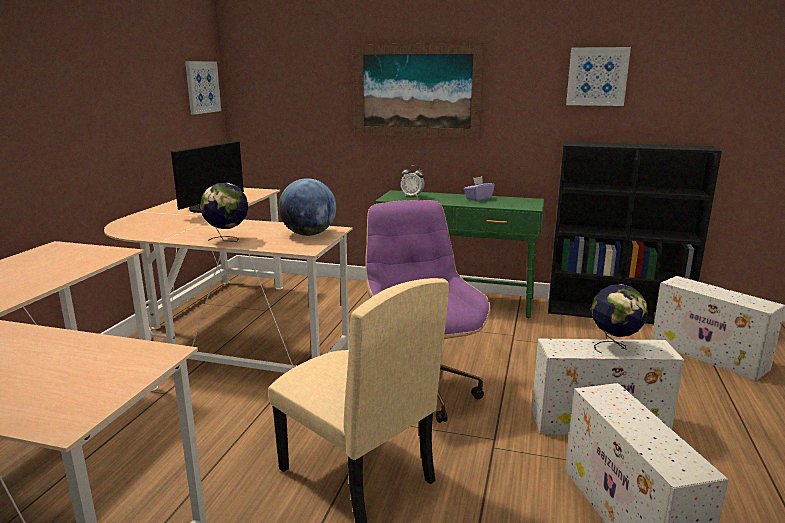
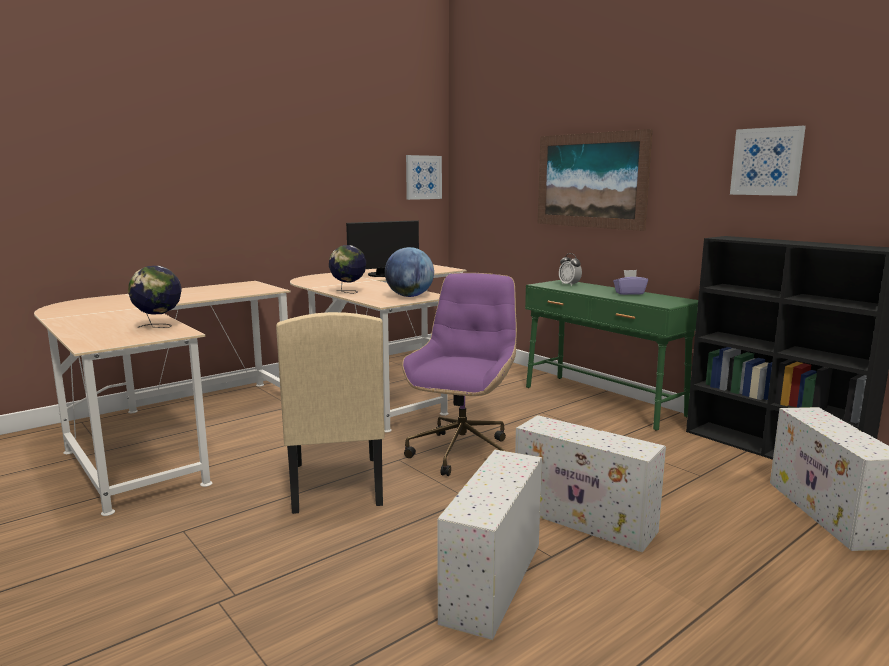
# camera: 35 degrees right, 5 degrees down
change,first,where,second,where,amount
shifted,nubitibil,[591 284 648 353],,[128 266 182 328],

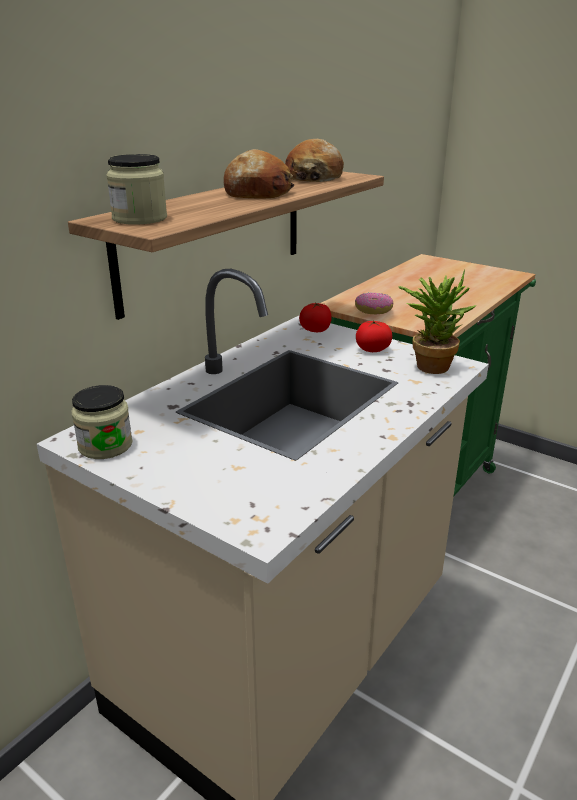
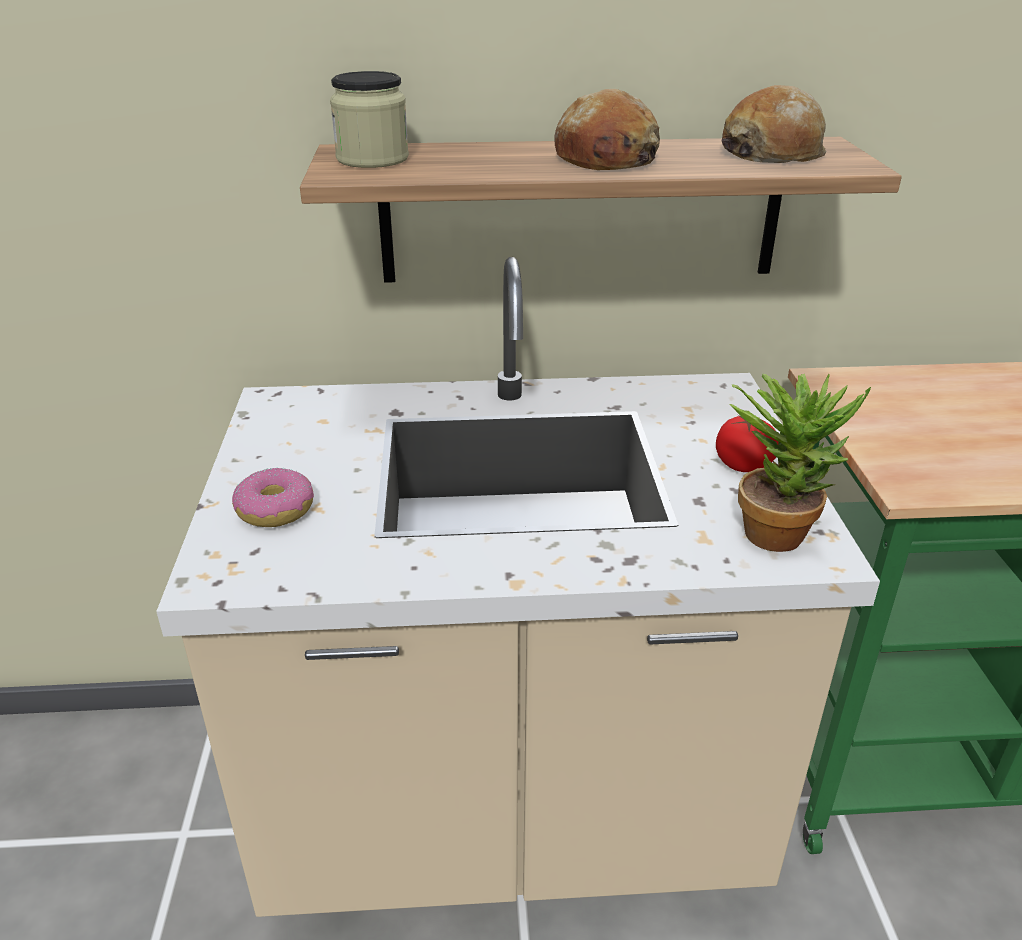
# camera: 50 degrees right, 5 degrees up
change,first,where,second,where,amount
shifted,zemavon,[355 292 393 314],,[232 467 314 527],
gone,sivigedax,[72 385 133 459],,,
gone,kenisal,[299 303 332 332],,,

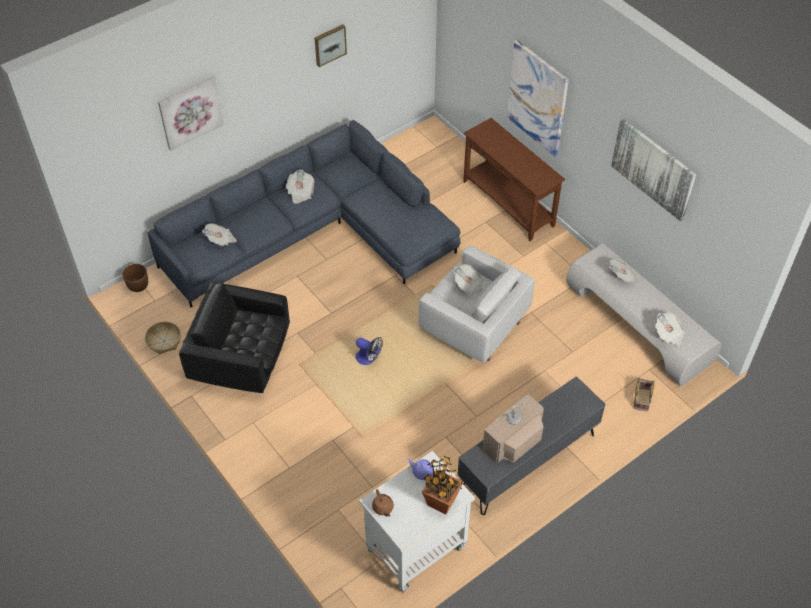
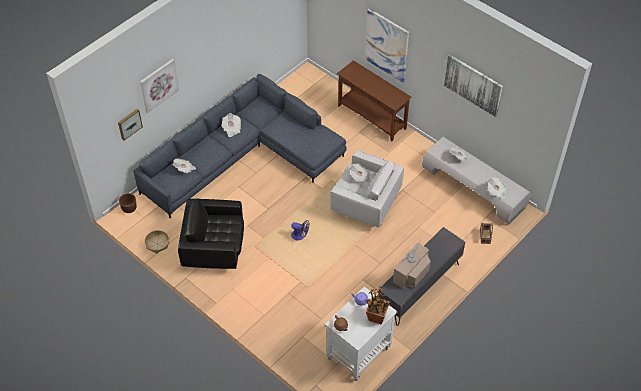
# camera: 10 degrees left, 0 degrees up
change,first,where,second,where,amount
shifted,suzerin,[315 24 347 67],,[118 109 143 140],

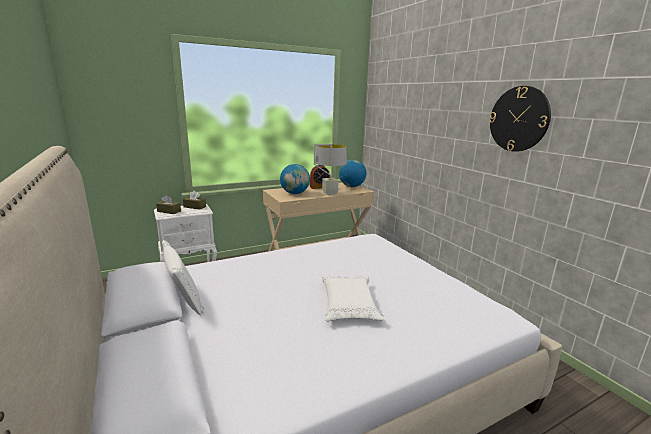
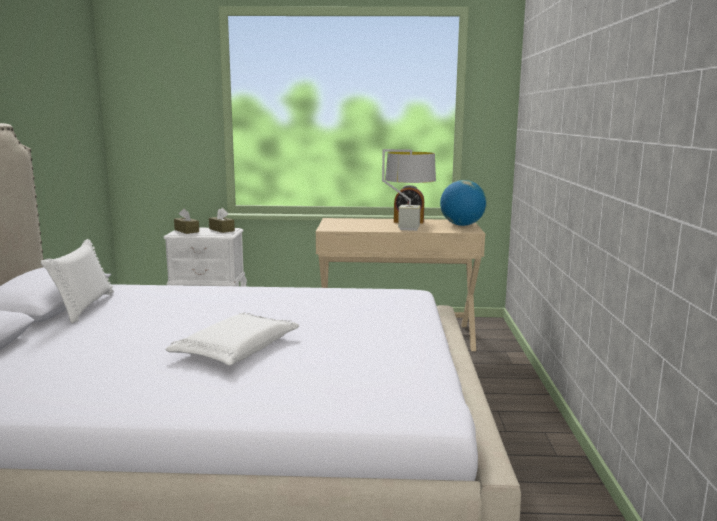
# camera: 30 degrees right, 5 degrees down
change,first,where,second,where,amount
gone,nubitibil,[280 164 310 194],,,
gone,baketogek,[489 86 551 152],,,

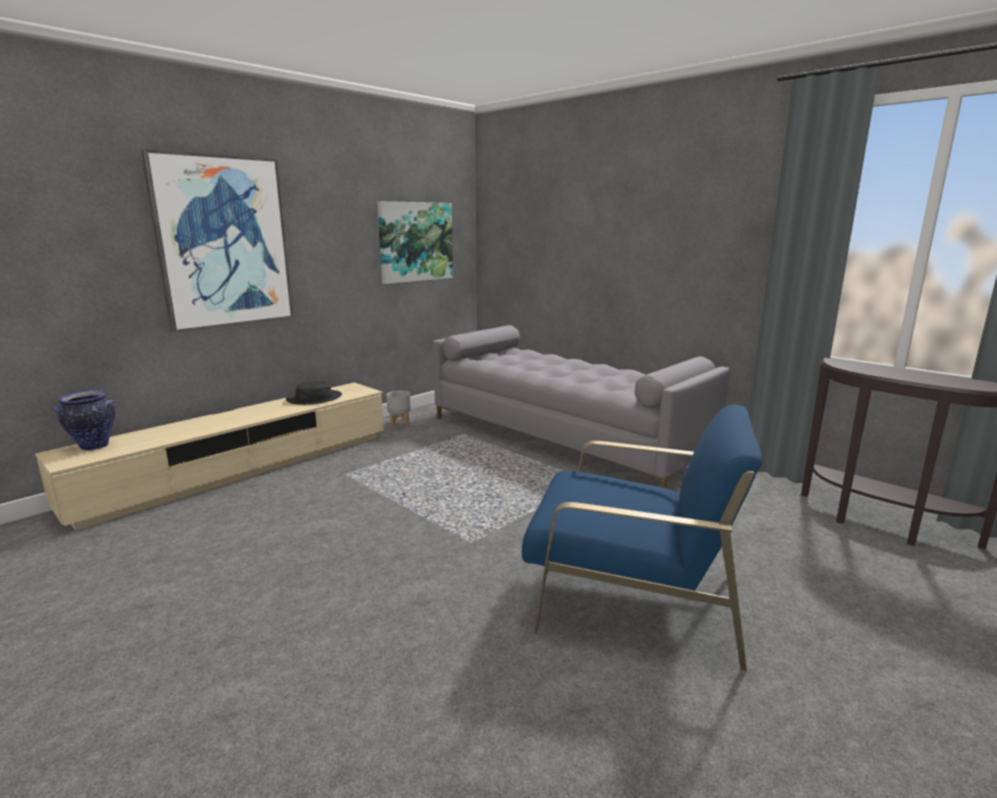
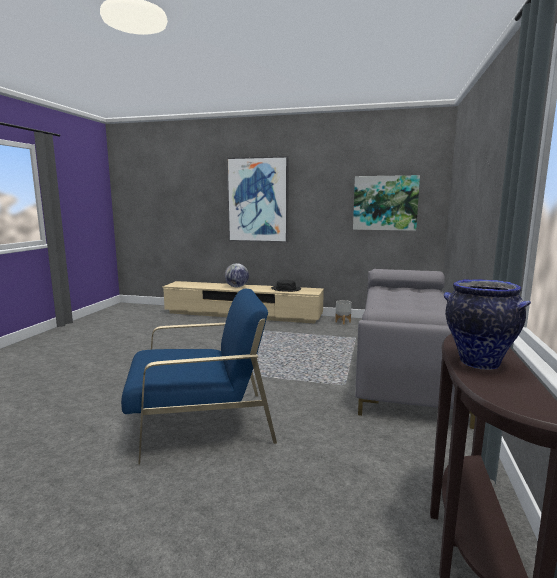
# camera: 60 degrees right, 5 degrees down
change,first,where,second,where,amount
rotated,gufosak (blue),[522 405 762 671],,[121 289 277 465],90 degrees counterclockwise
new,,,nubitibil,[225 263 249 287],
shifted,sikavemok,[53 390 115 450],,[444 279 531 370],

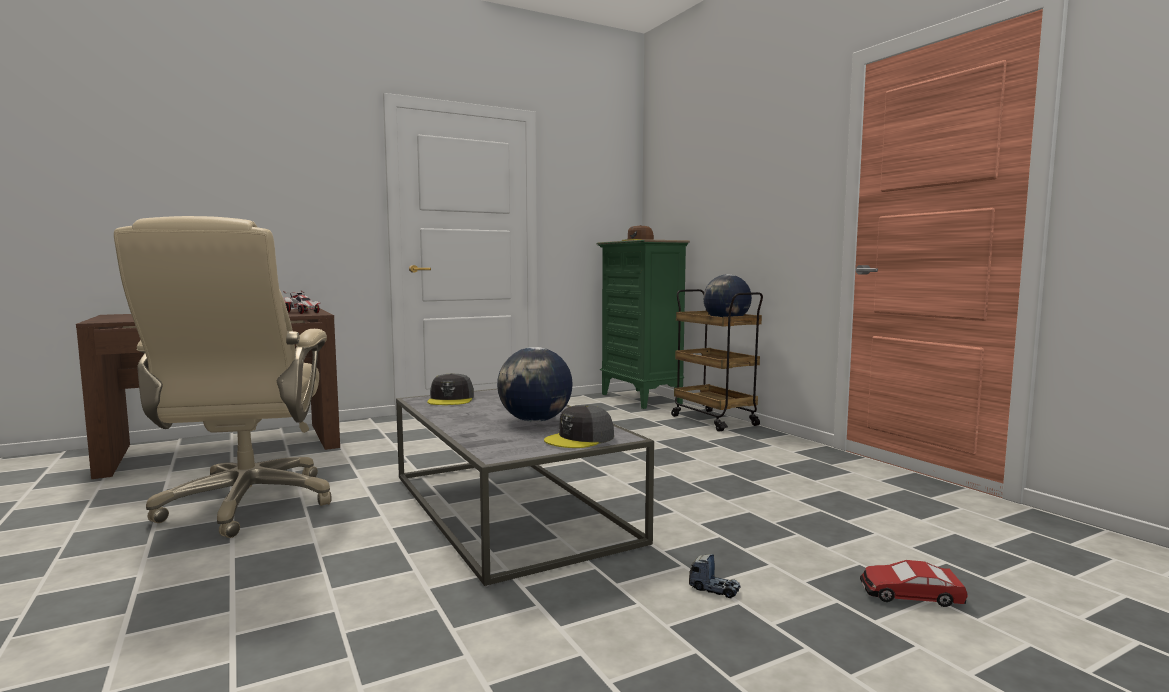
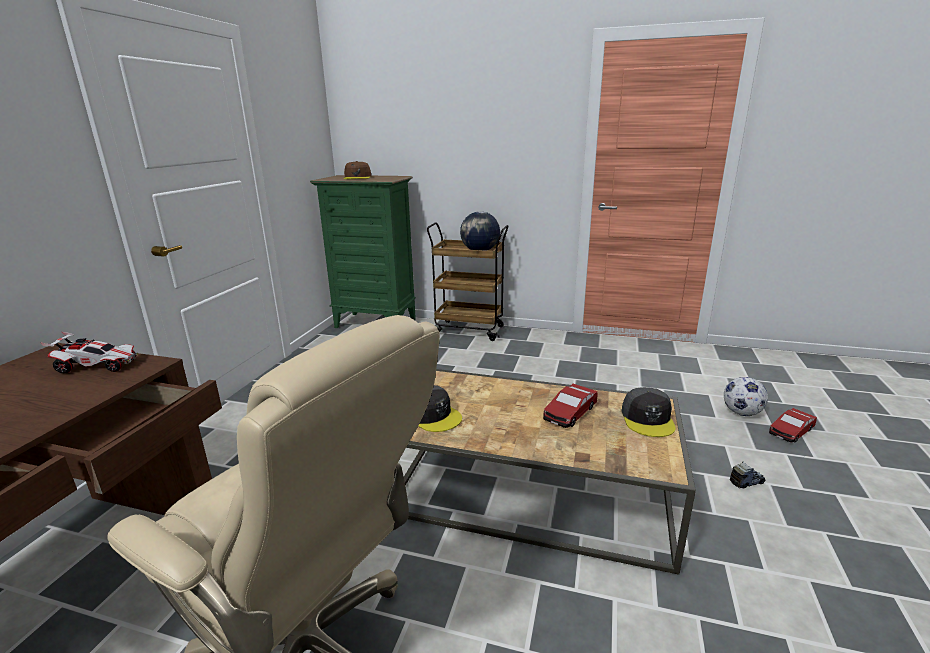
# camera: 45 degrees left, 15 degrees up
change,first,where,second,where,amount
repainted,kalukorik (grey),[396 388 654 587],kalukorik (brown),[404 369 696 575],
swapped,nubitibil,[497 347 573 422],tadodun,[543 384 597 428],
new,,,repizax,[724 377 768 416],

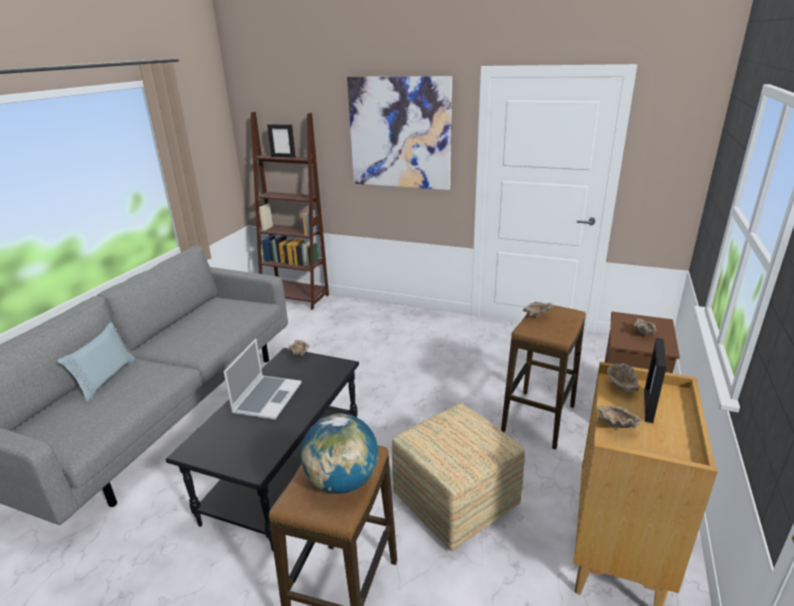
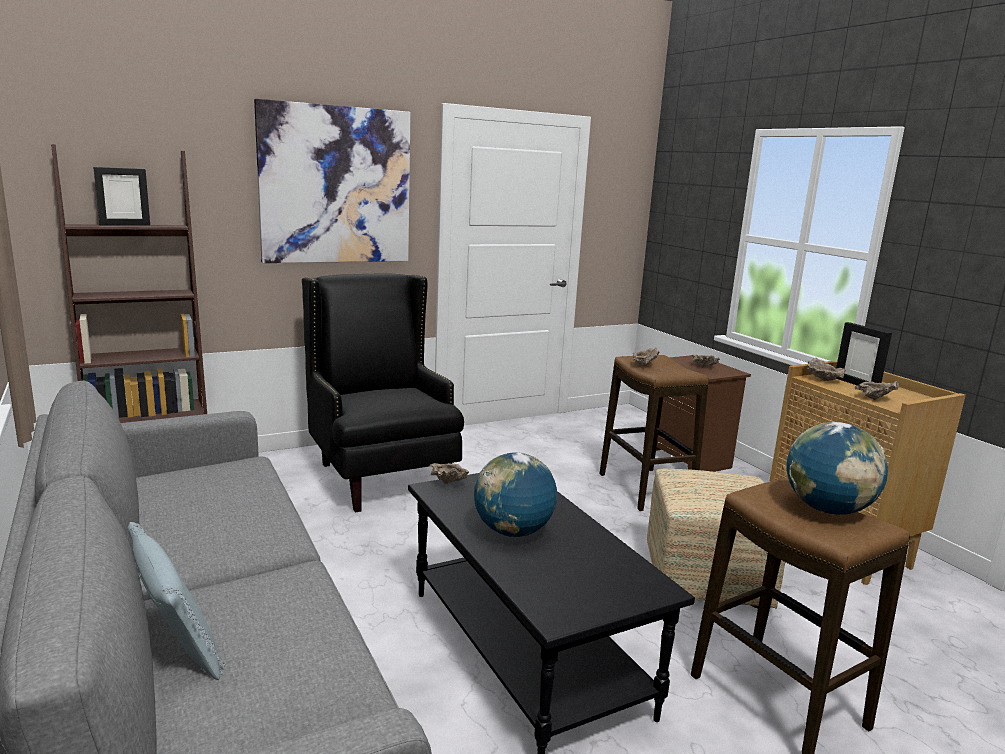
# camera: 50 degrees left, 10 degrees down
change,first,where,second,where,amount
new,,,gufosak (black),[302 273 464 513],
swapped,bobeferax,[223 339 302 420],nubitibil,[474 452 557 537],

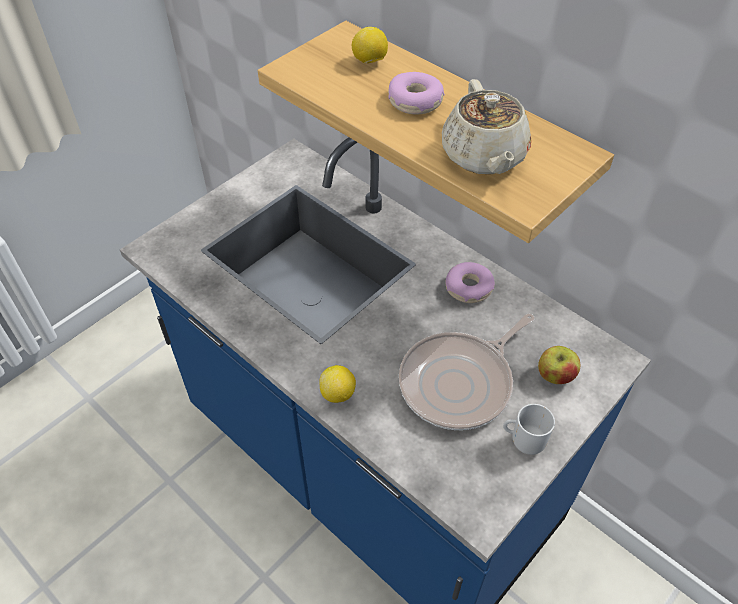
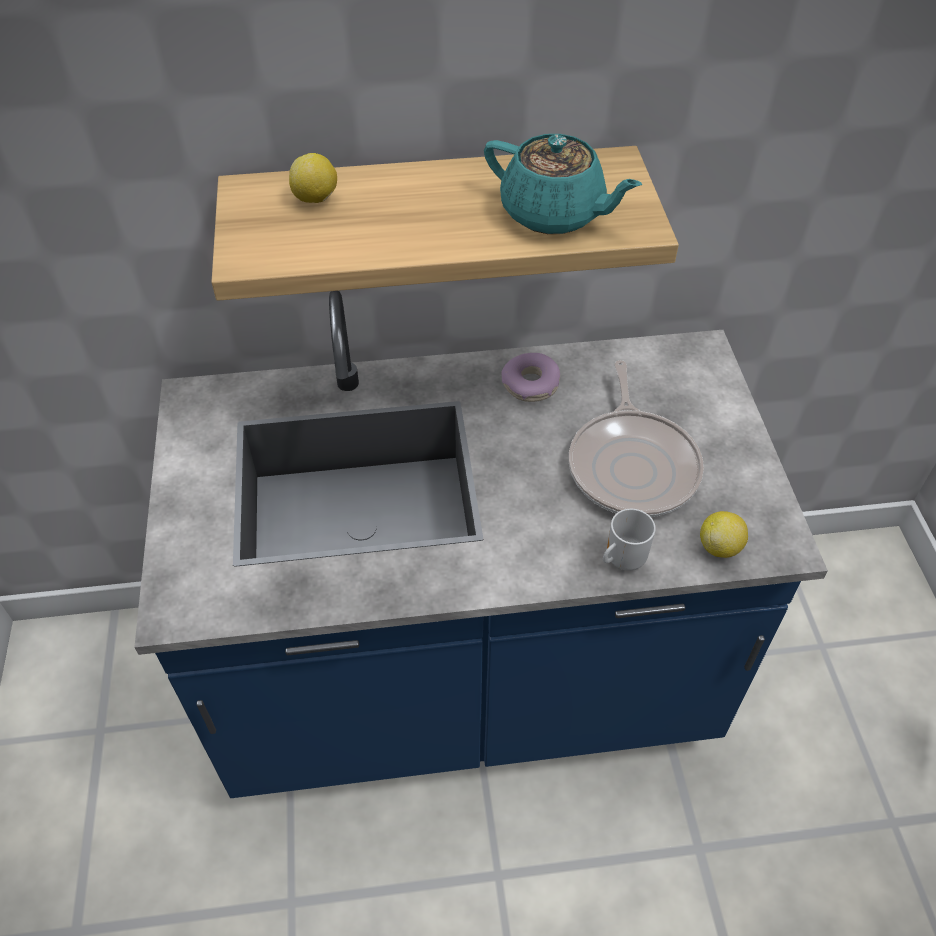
# camera: 50 degrees left, 0 degrees up
change,first,where,second,where,amount
repainted,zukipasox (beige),[442 79 531 174],zukipasox (turquoise),[484 134 642 234],
shifted,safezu,[503 404 555 455],,[603 509 656 571],
shifted,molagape,[319 365 356 403],,[700 511 748 558],
gone,zemavon,[388 72 445 115],,,
gone,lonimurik,[538 346 581 384],,,

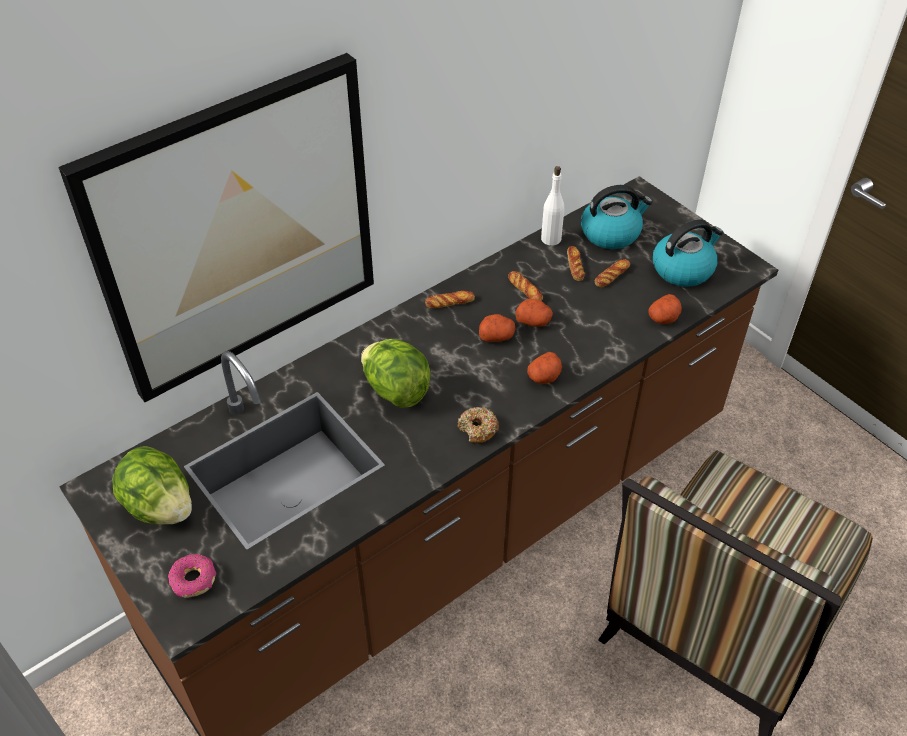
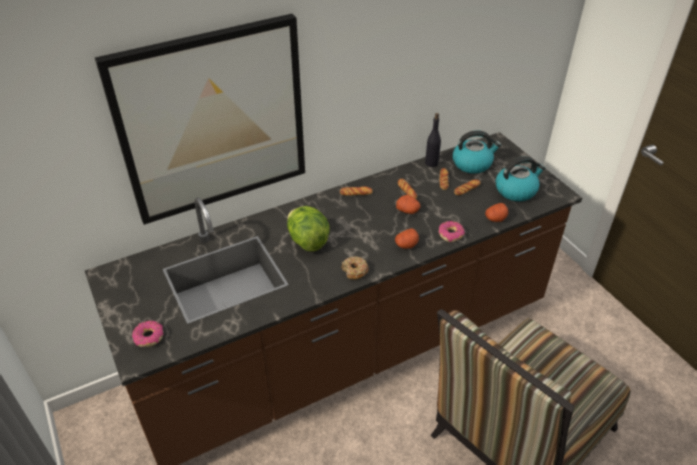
# camera: 10 degrees right, 5 degrees down
change,first,where,second,where,amount
repainted,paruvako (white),[541 166 564 246],paruvako (black),[425 113 441 167],
new,,,zemavon,[439 221 465 242],
gone,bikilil,[112 446 192 525],,,
gone,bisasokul,[479 314 516 342],,,

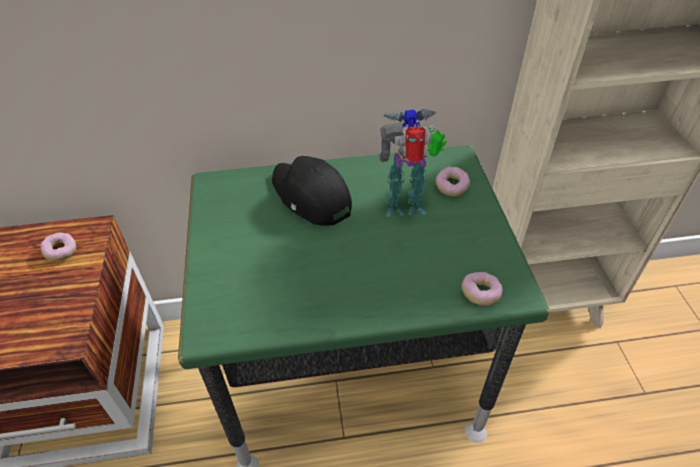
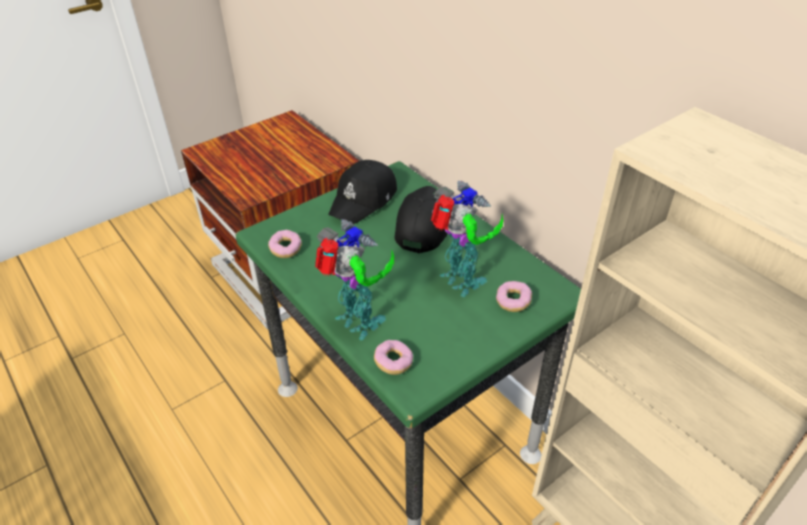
# camera: 60 degrees right, 5 degrees down
change,first,where,second,where,amount
shifted,zemavon,[41 232 76 261],,[268 230 302 258],
new,,,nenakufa,[315 219 394 340],
new,,,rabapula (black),[328 160 397 224],

